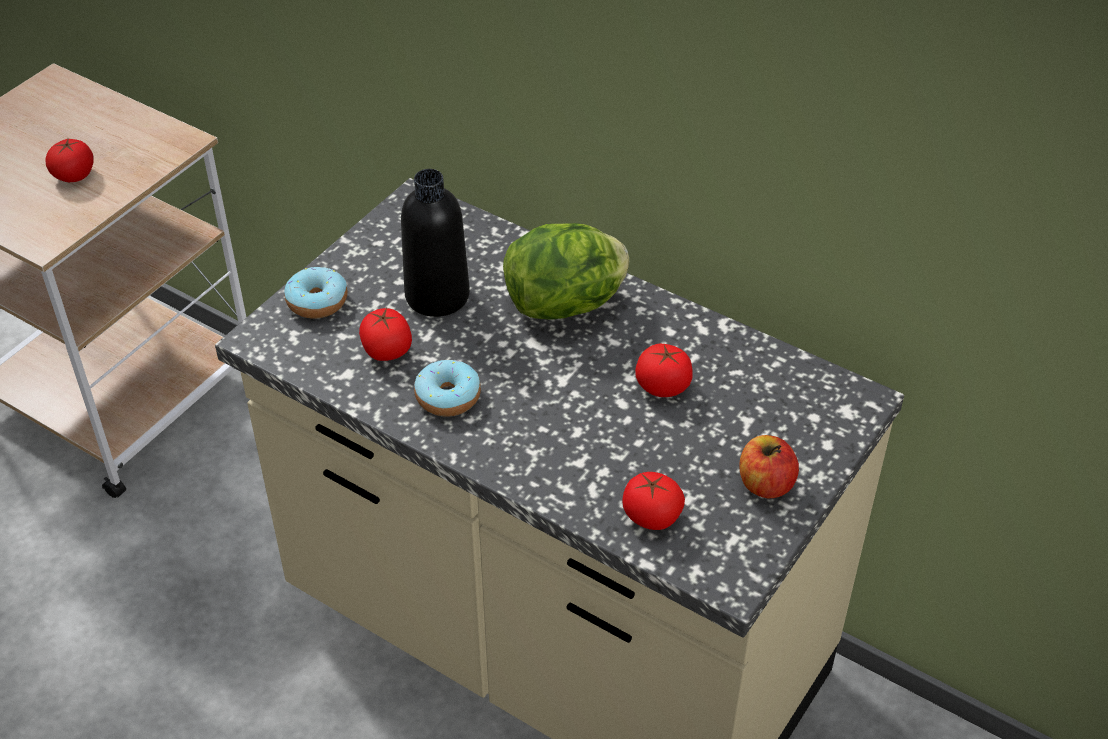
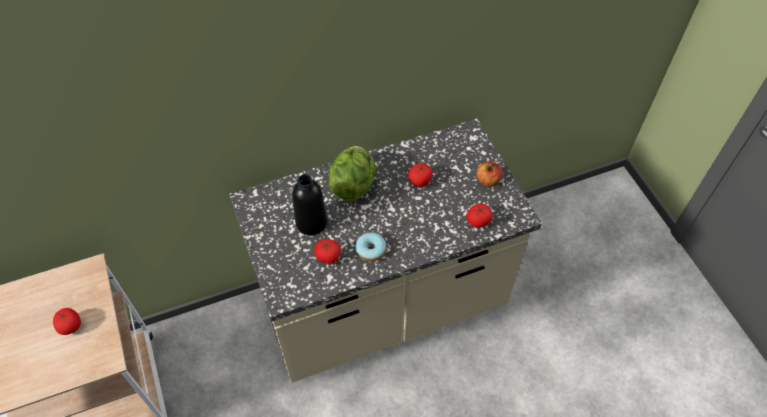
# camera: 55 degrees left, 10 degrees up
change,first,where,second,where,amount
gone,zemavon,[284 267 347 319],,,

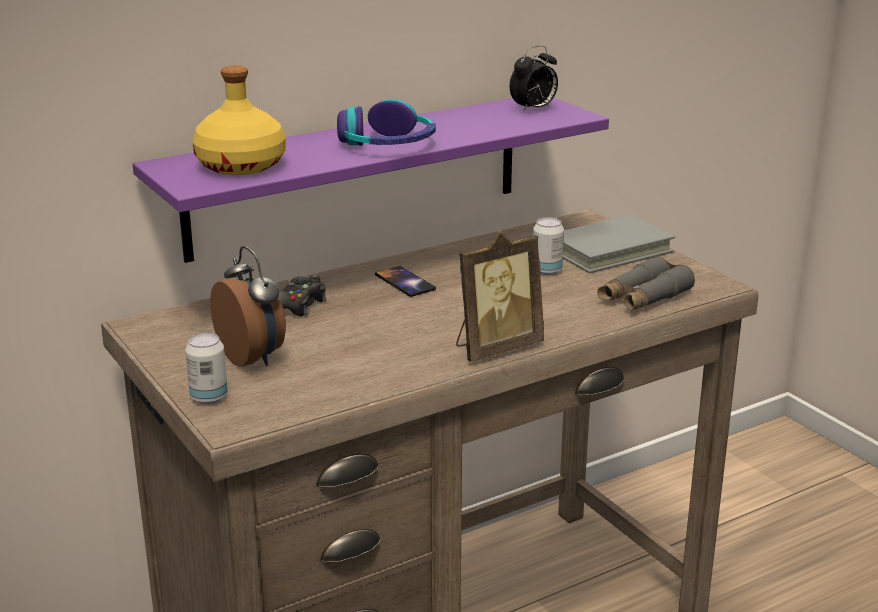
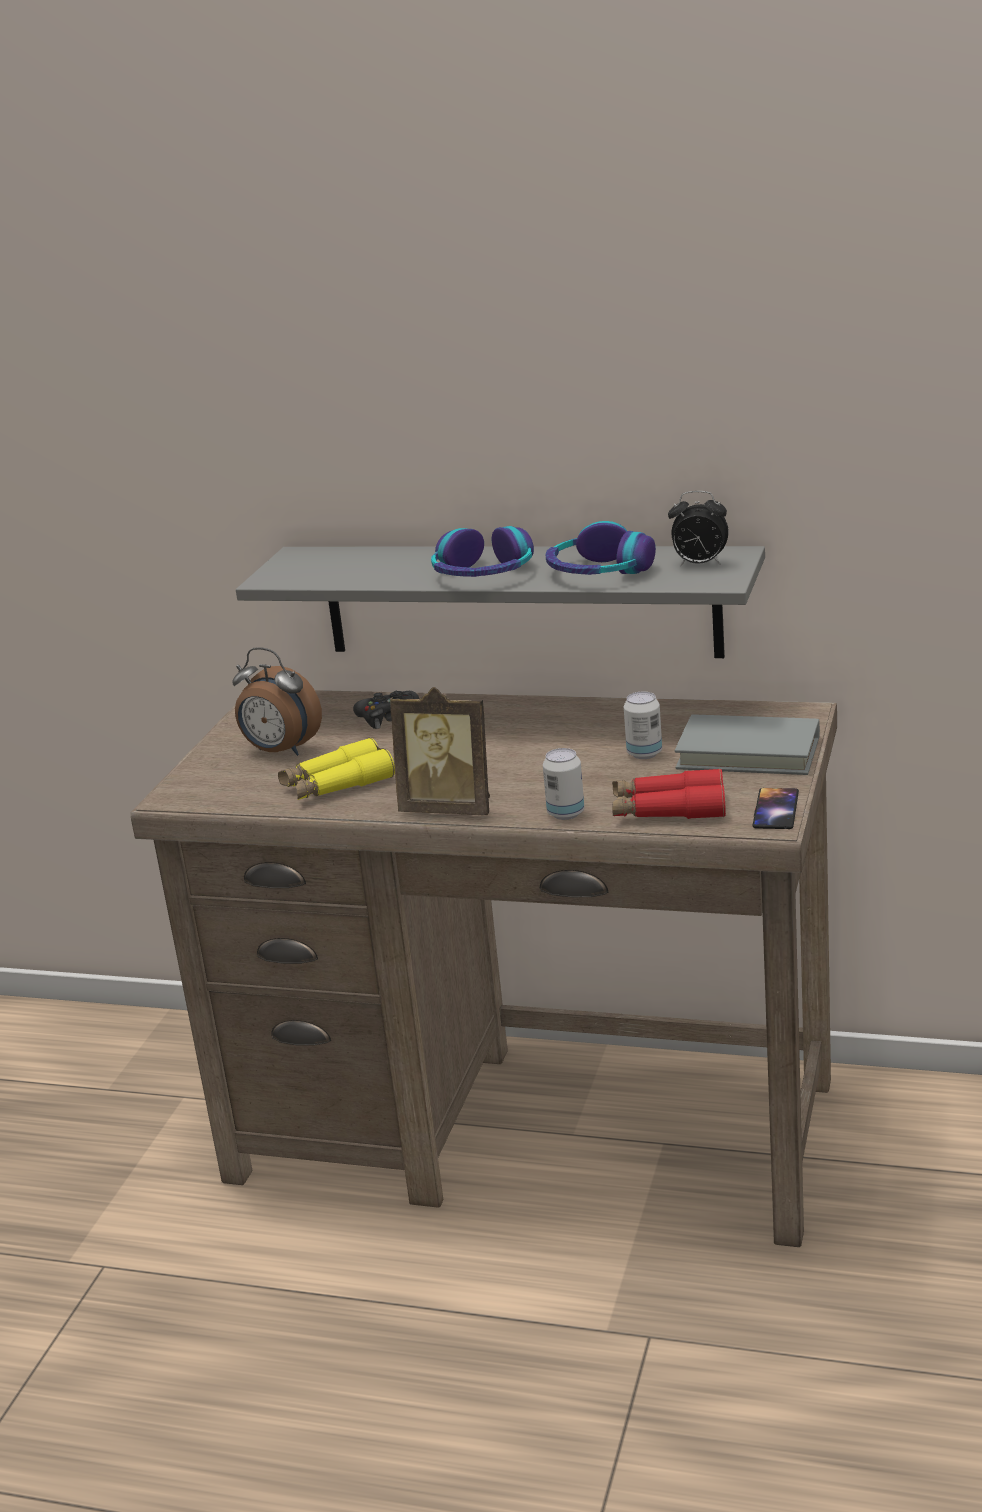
# camera: 50 degrees right, 0 degrees up
change,first,where,second,where,amount
rotated,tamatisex,[210 246 286 367],,[232 647 322 756],105 degrees clockwise
repainted,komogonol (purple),[132 98 609 263],komogonol (grey),[236 546 765 658],
new,,,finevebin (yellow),[278 737 395 800],
shifted,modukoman,[185 333 228 404],,[543 748 584 820],
new,,,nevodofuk,[546 521 656 575],
repainted,finevebin (grey),[597 256 695 311],finevebin (red),[612 768 726 819],
shifted,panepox,[375 266 436 297],,[753 788 799 829],
gone,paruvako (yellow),[192 65 286 175],,,

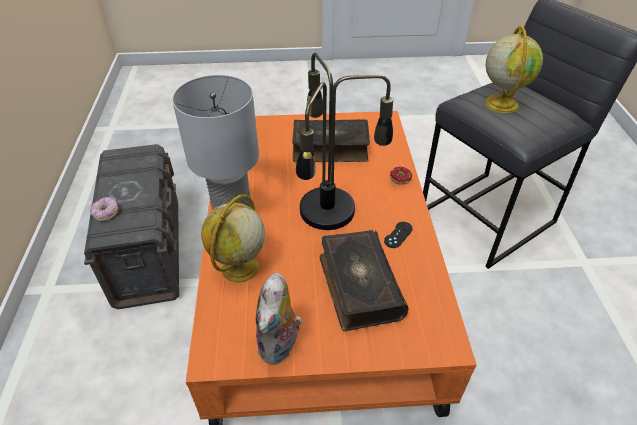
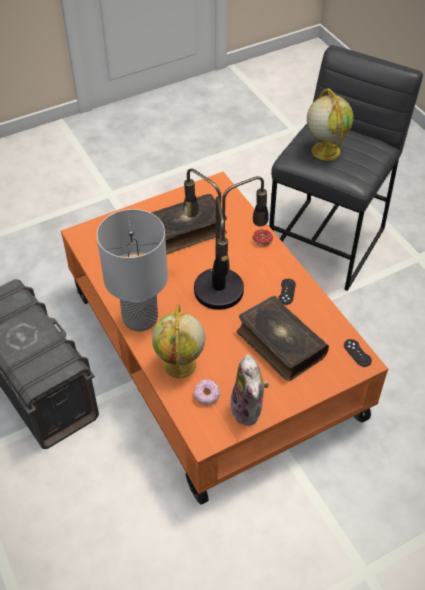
# camera: 25 degrees left, 5 degrees up
change,first,where,second,where,amount
shifted,zemavon,[90 197 118 221],,[194 379 220 406],
new,,,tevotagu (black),[344 339 372 367],

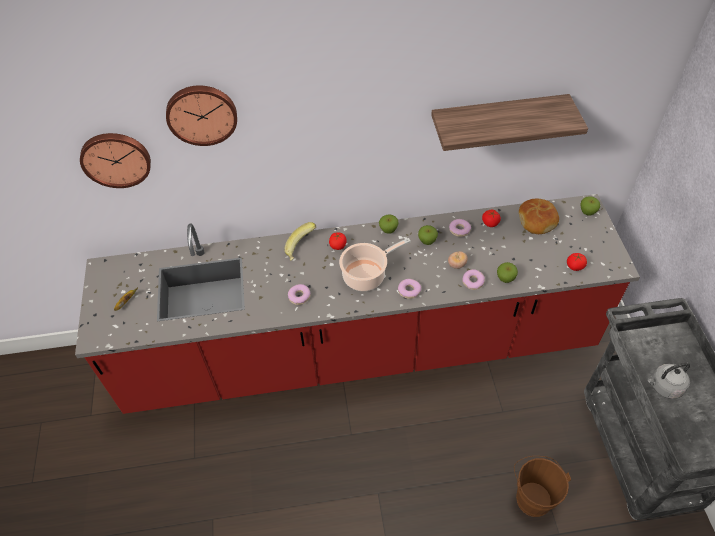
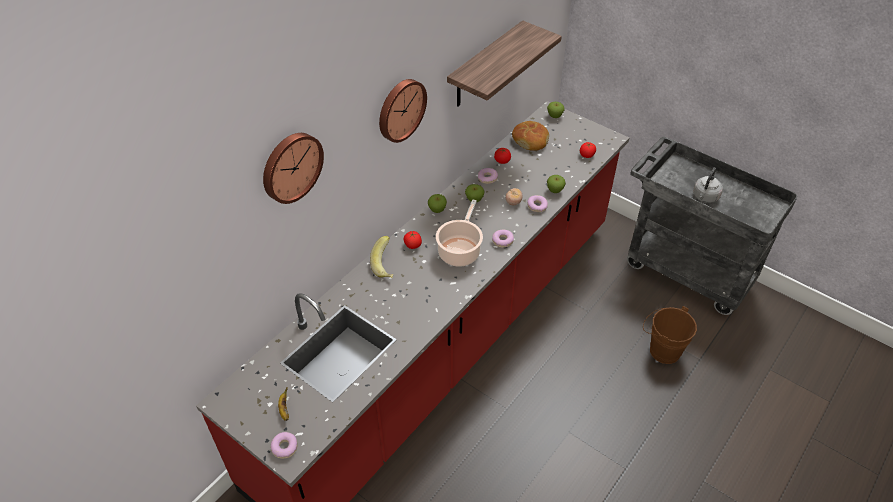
# camera: 45 degrees left, 5 degrees down
change,first,where,second,where,amount
shifted,zemavon,[288 284 311 305],,[271 432 298 459],
shifted,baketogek,[80 133 151 188],,[379 79 427 143],

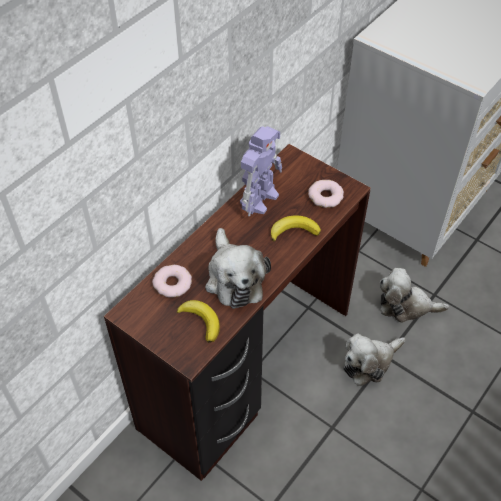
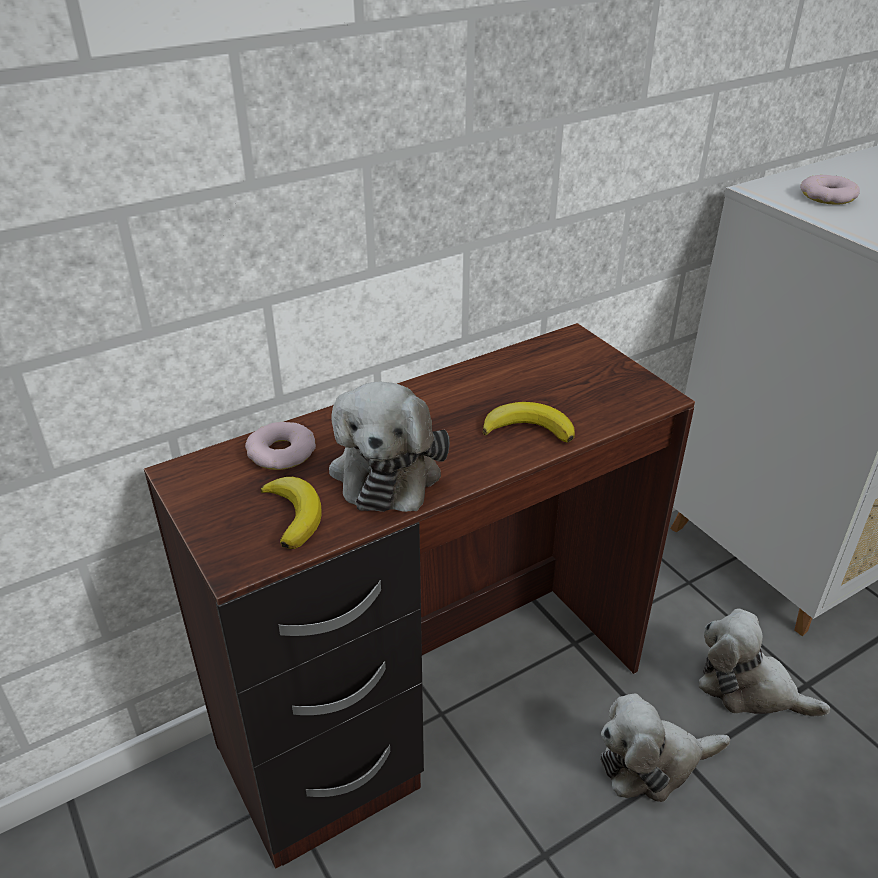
# camera: 20 degrees right, 15 degrees down
change,first,where,second,where,amount
shifted,zemavon,[308 180 344 208],,[800 175 860 205],
gone,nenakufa,[240 126 282 216],,,

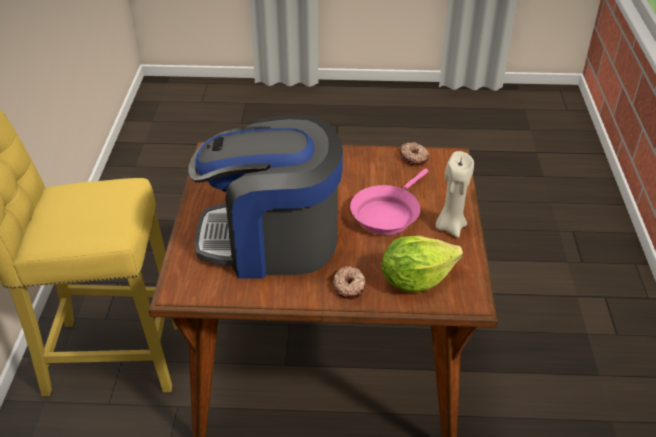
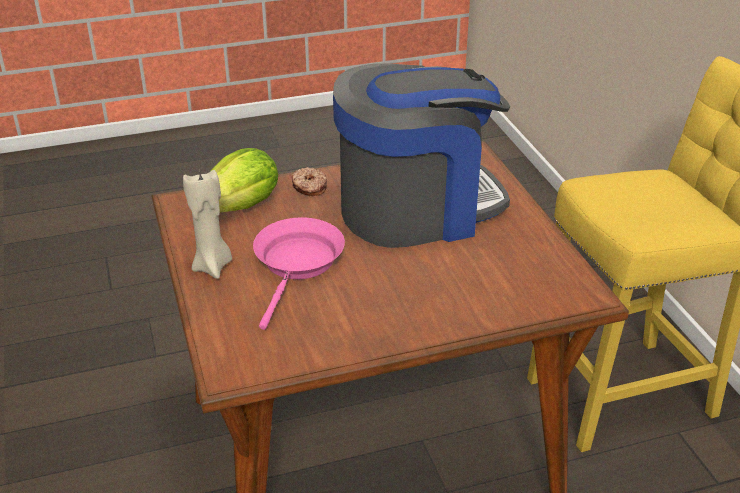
# camera: 160 degrees right, 5 degrees down
change,first,where,second,where,amount
gone,zemavon,[400 142 430 166],,,

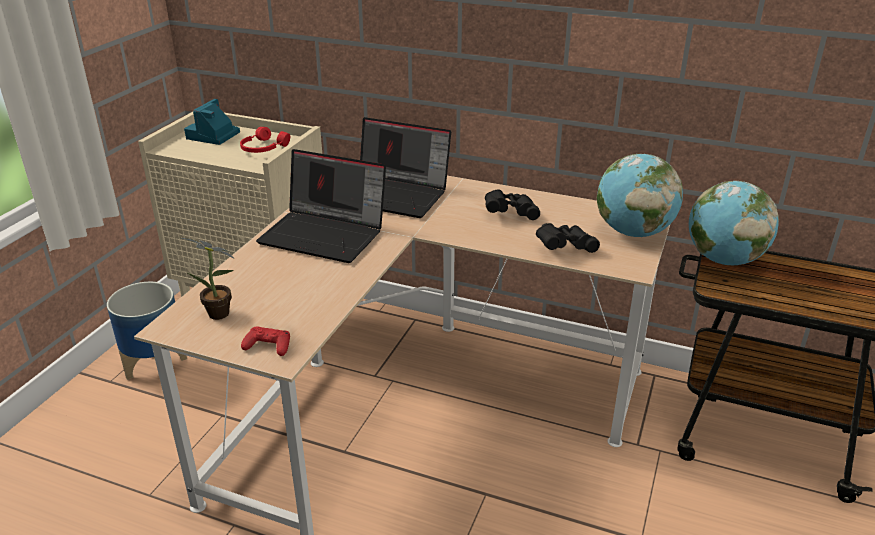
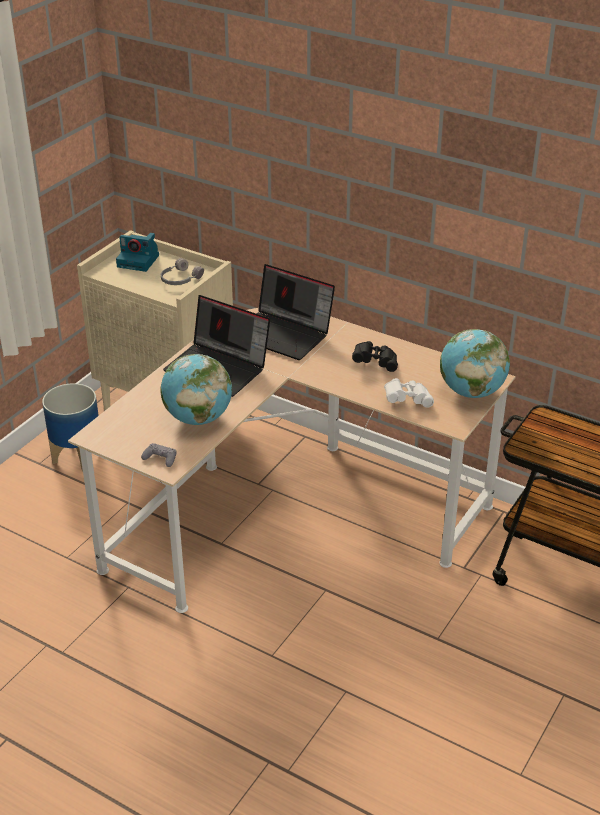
# camera: 10 degrees right, 5 degrees up
change,first,where,second,where,amount
rotated,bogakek,[184 99 240 145],,[116 233 159 272],105 degrees counterclockwise
repainted,tevotagu (red),[241 326 290 356],tevotagu (grey),[141 443 177 467],
repainted,nevodofuk (red),[240 127 290 153],nevodofuk (grey),[161 258 204 285],
shifted,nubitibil,[689 181 779 265],,[161 354 232 425],
repainted,finevebin (black),[536 223 600 253],finevebin (white),[384 378 434 408],
gone,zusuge,[181 238 235 320],,,

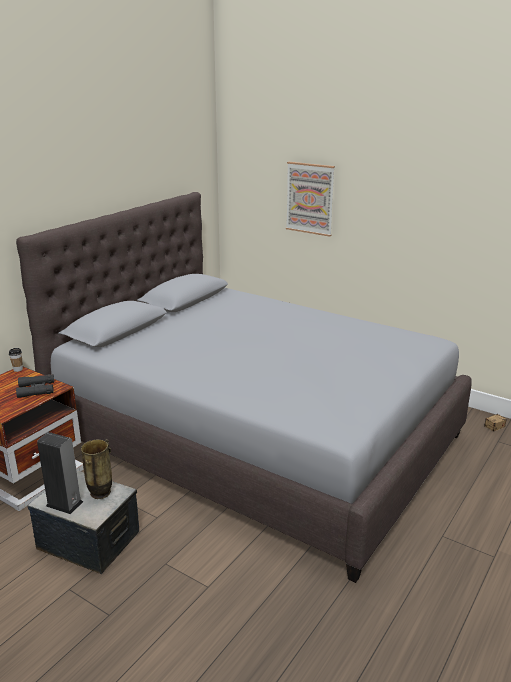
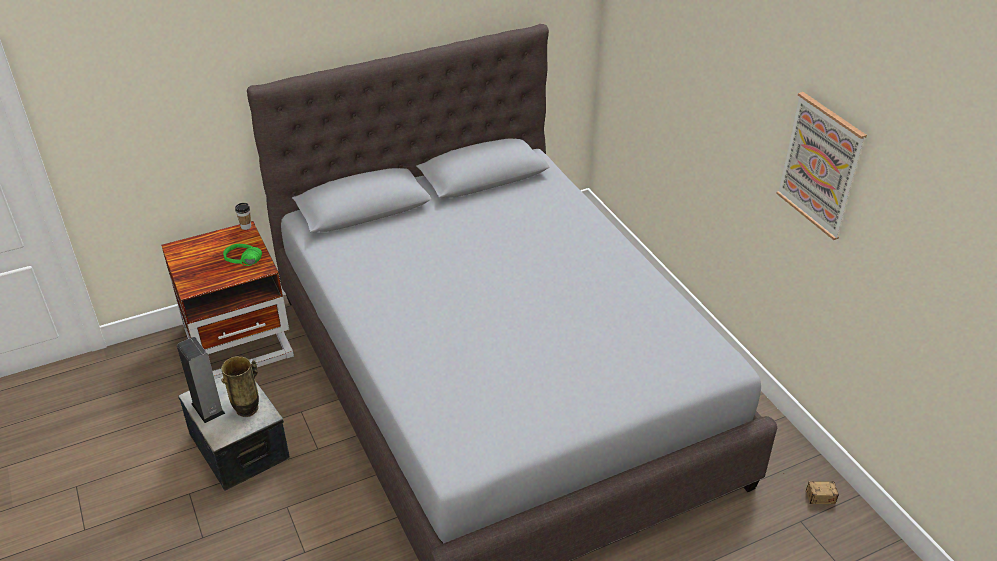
# camera: 30 degrees right, 15 degrees up
change,first,where,second,where,amount
swapped,finevebin (black),[16 374 54 398],nevodofuk (green),[223 244 262 266],
shifted,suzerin,[286 162 335 237],,[776 92 867 240],

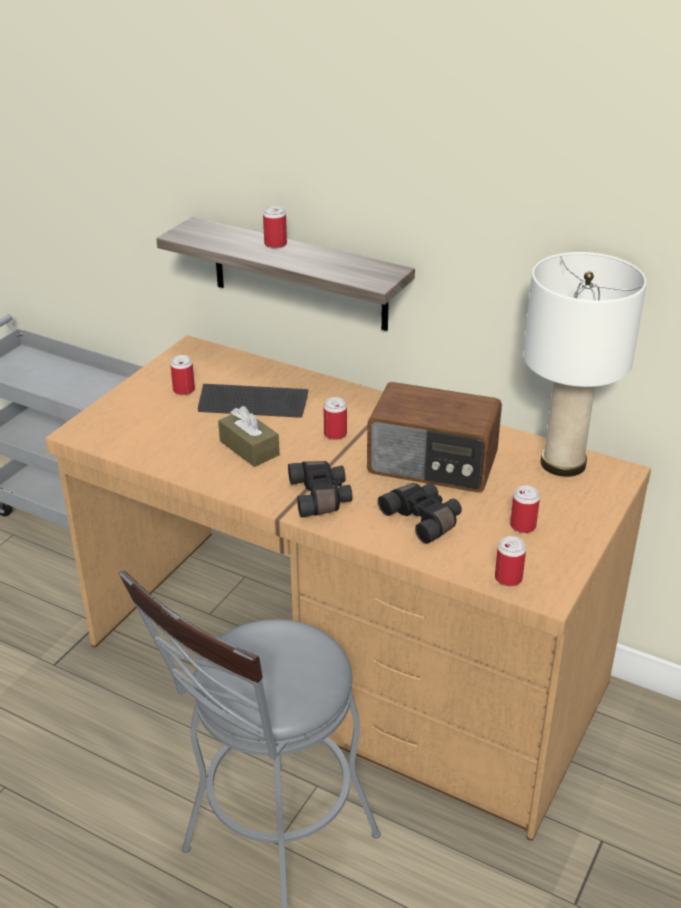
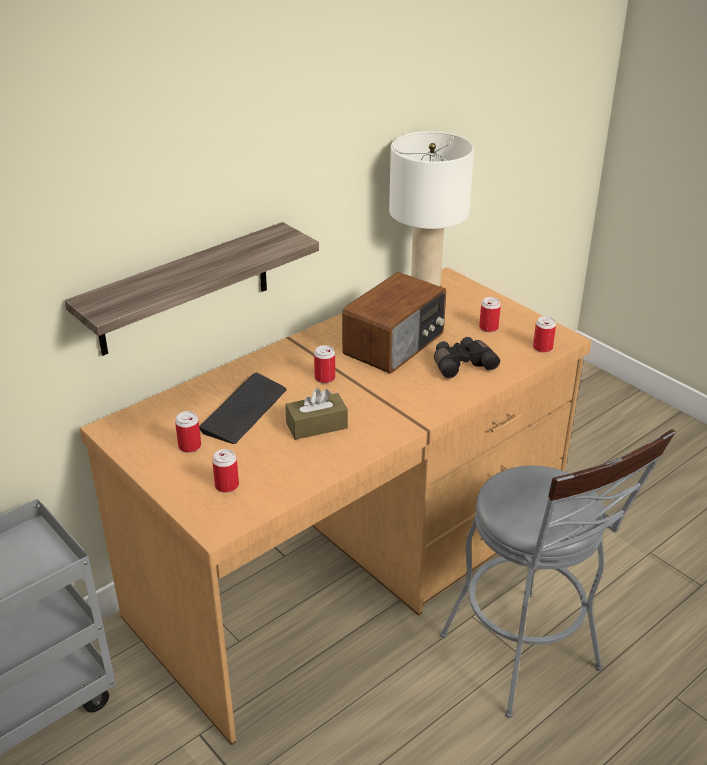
# camera: 70 degrees left, 0 degrees up
change,first,where,second,where,amount
shifted,modukoman,[263 206 287 249],,[212 449 239 493],
gone,finevebin (black),[288 461 353 517],,,

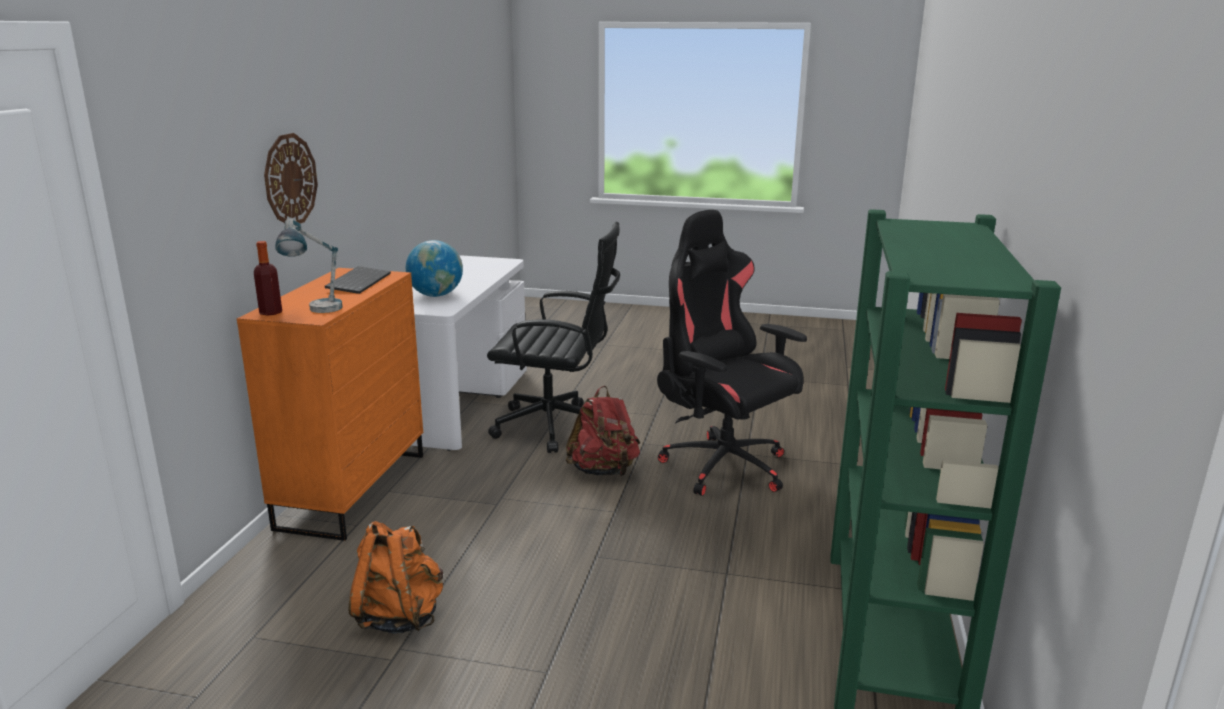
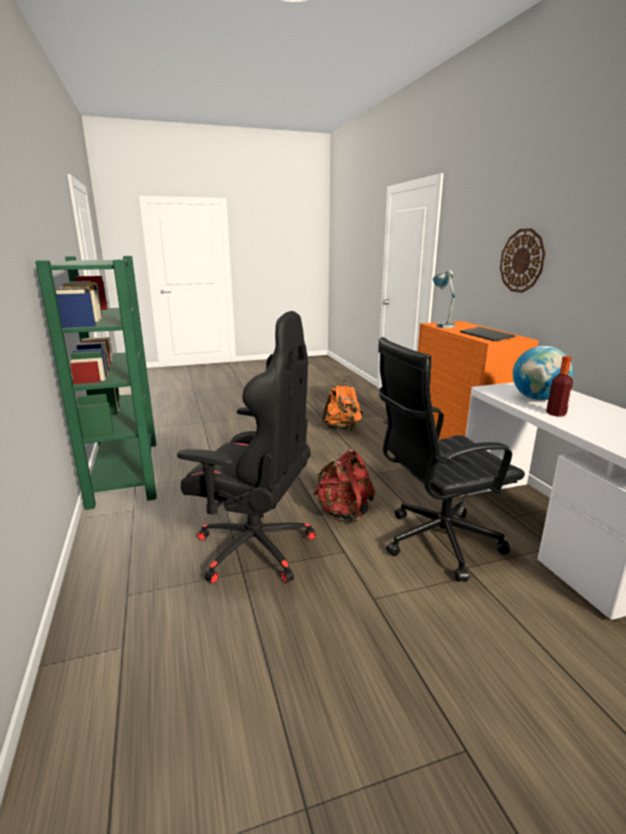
# camera: 150 degrees right, 0 degrees up
change,first,where,second,where,amount
shifted,paruvako,[254 241 282 316],,[546 356 573 417],

